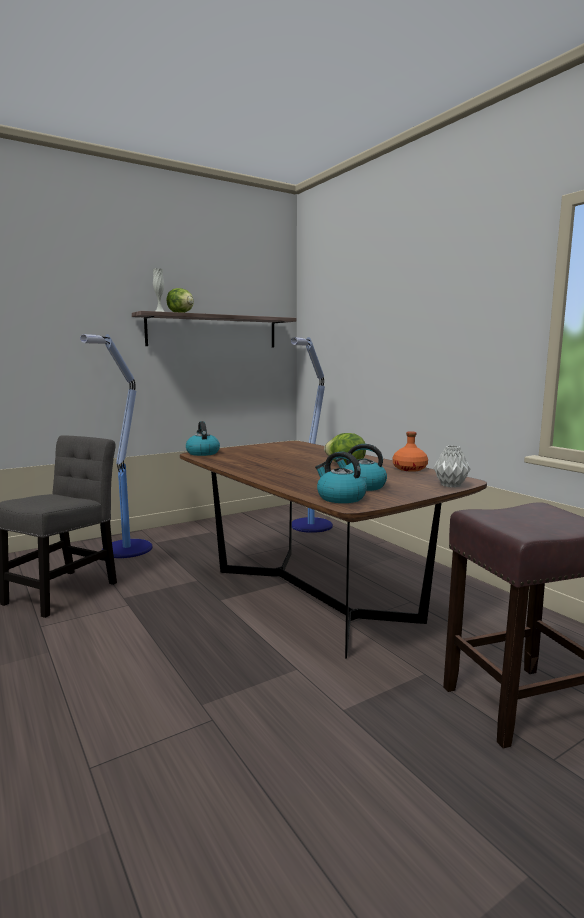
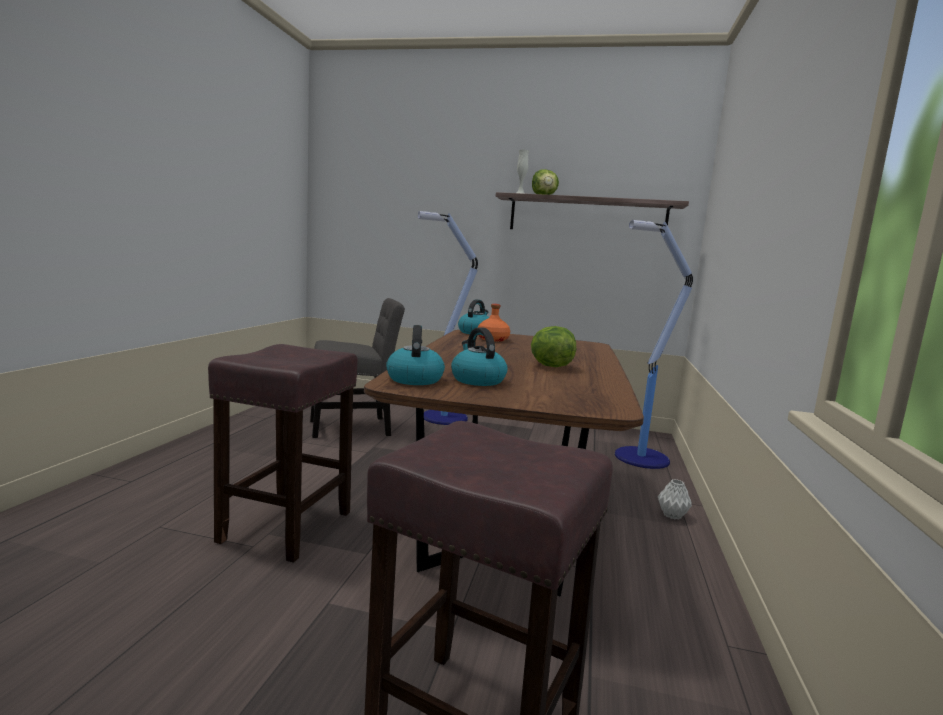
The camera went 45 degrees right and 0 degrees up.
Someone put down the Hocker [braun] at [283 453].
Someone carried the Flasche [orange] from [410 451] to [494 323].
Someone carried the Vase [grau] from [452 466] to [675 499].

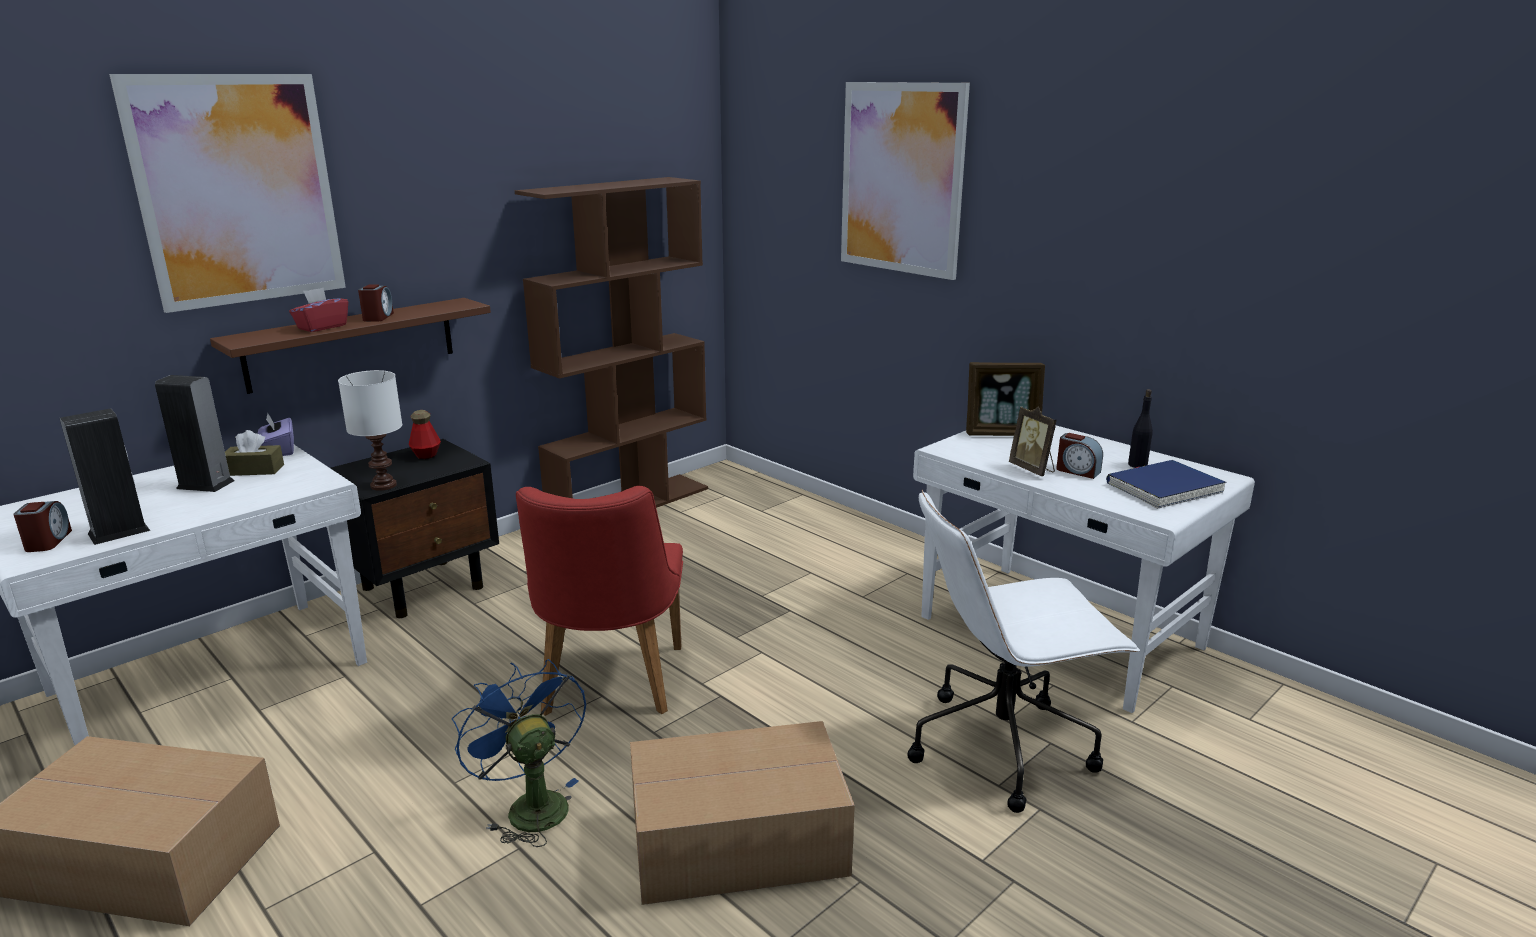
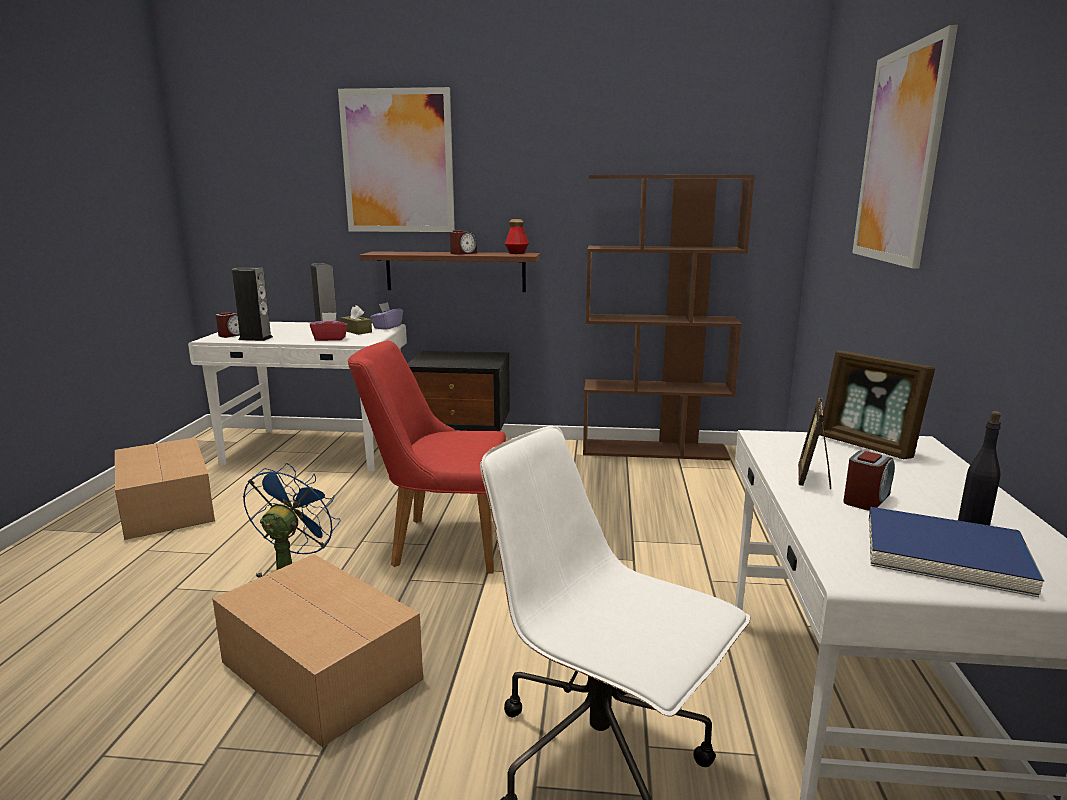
The camera went 50 degrees right and 5 degrees down.
Someone carried the Taschentuchbox [rot] from [318 310] to [329 327].
Someone rotated the Stuhl [rot] at [599 601] by 45 degrees clockwise.
Someone carried the Flasche from [425 434] to [517 236].
Someone rotated the Wecker at [1079 456] by 135 degrees counterclockwise.
Someone took away the Tischlampe [weiß] at [370 430].

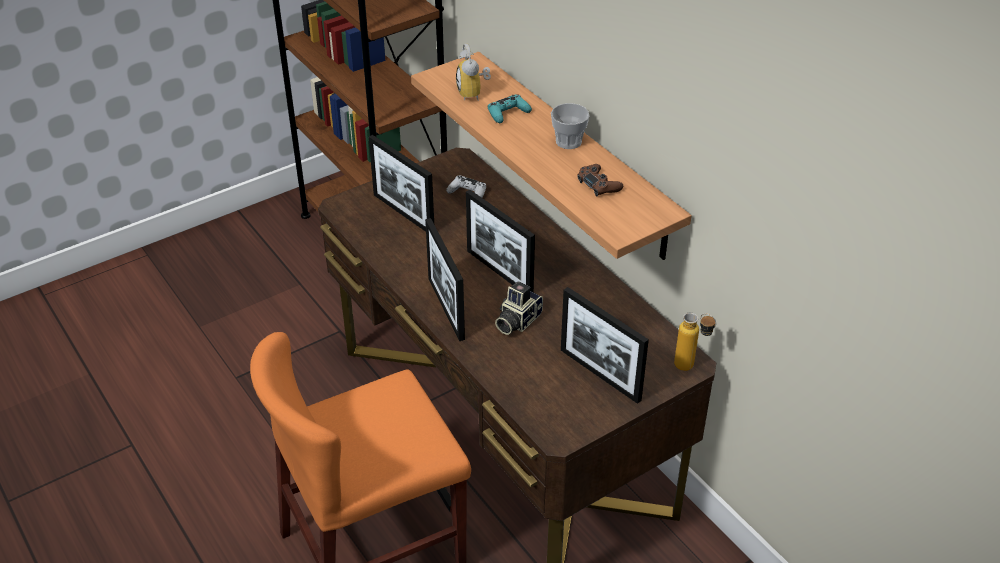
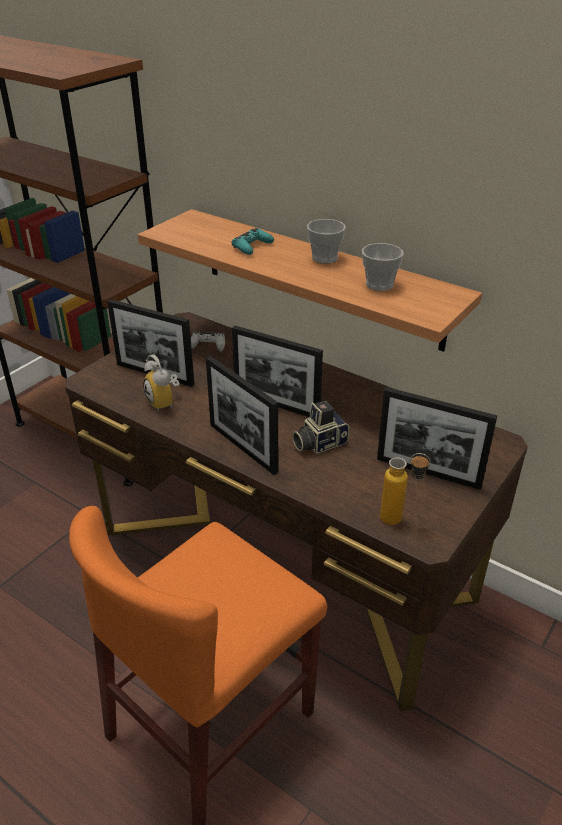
The camera went 20 degrees left and 5 degrees down.
Someone carried the Wecker from [473 71] to [161 383].
Someone rotated the Kamera at [519 308] by 45 degrees clockwise.
Someone swapped the Gamepad [braun] at [600 180] for the Tasse at [382 267].
Someone carried the Flasche from [695 342] to [405 489].

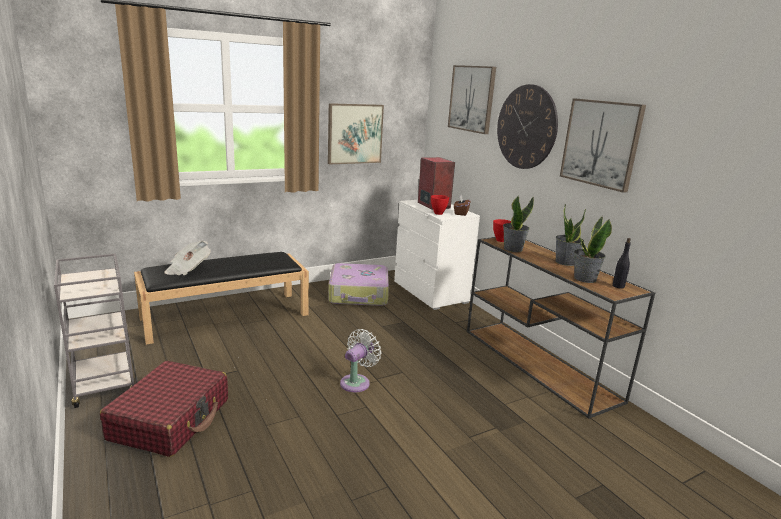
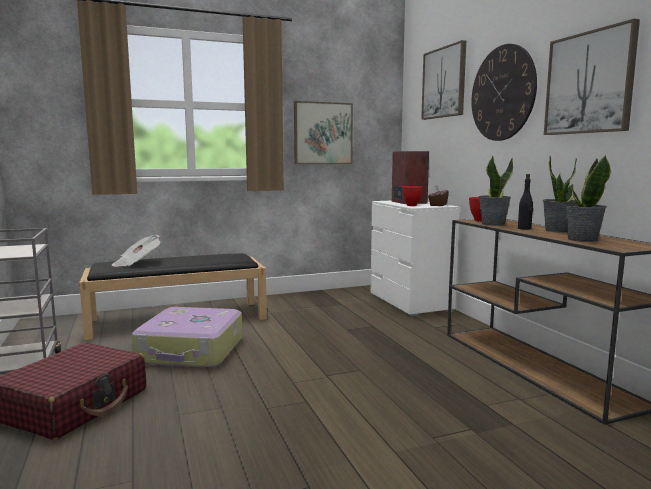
The camera went 10 degrees right and 10 degrees down.
Someone carried the Koffer from [358 284] to [187 337].
Someone carried the Flasche [schwarz] from [621 263] to [525 202].
Someone took away the Ventilator [weiß] at [360 360].

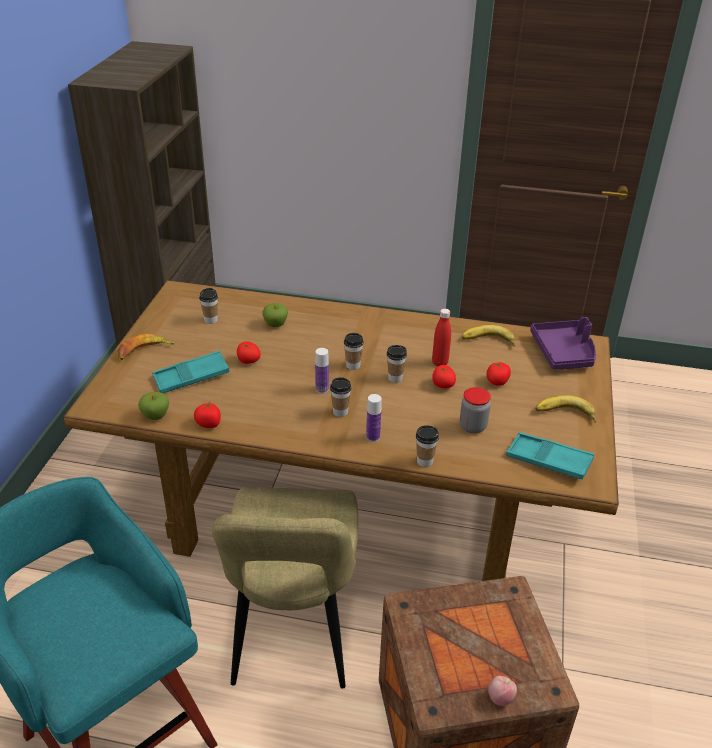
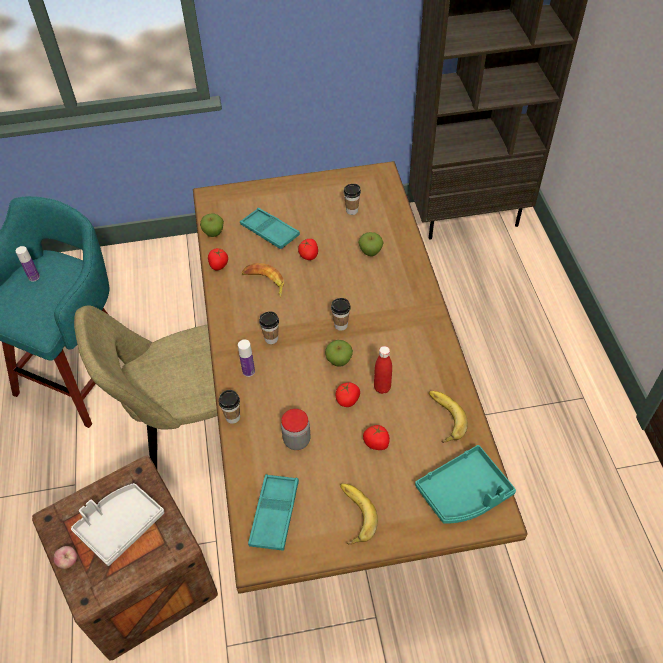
The camera went 70 degrees right and 15 degrees up.
Someone carried the Flasche from [322 370] to [28 264].
Someone put down the Tablett [grau] at [118 524].
Someone carried the Banane from [146 346] to [263 280].
Someone swapped the Tasse at [397 364] for the Apfel at [339 353].
Someone repainted the Tablett [lila] at [563 343], which became the Tablett [türkis] at [465 484].

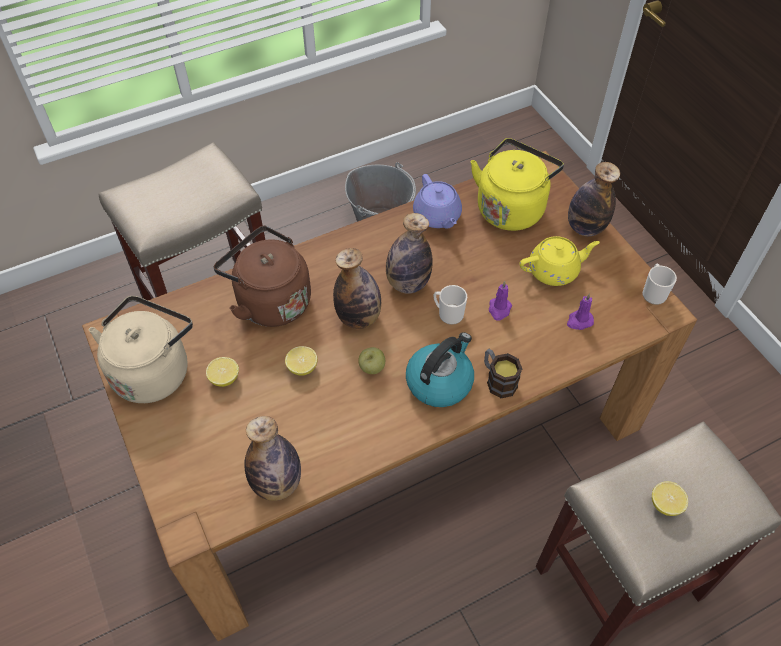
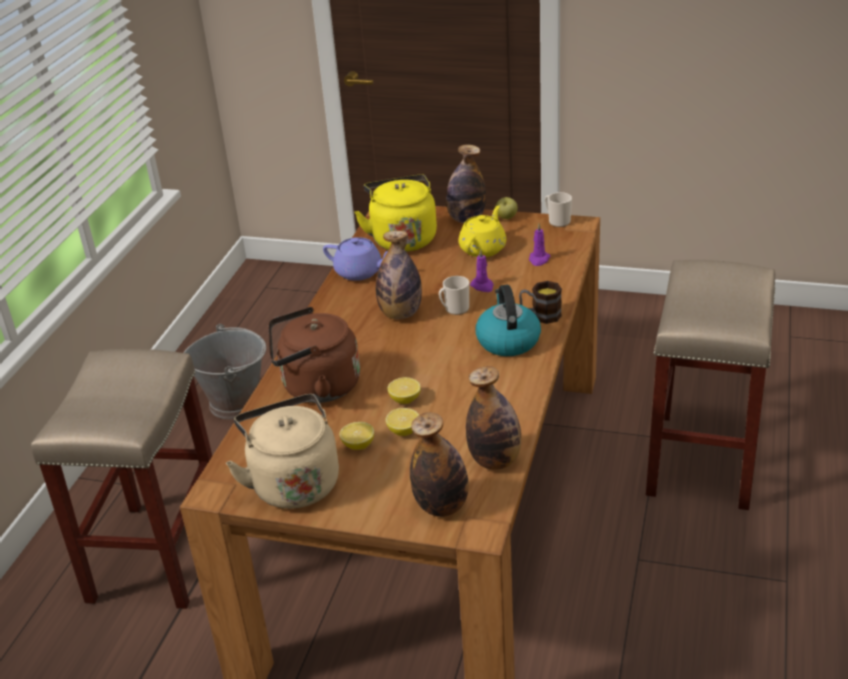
The camera went 45 degrees left and 20 degrees down.
Someone carried the Zitrone from [670 498] to [402 422].
Someone carried the Flasche from [357 288] to [439 464].
Someone carried the Apfel from [371 360] to [506 208].

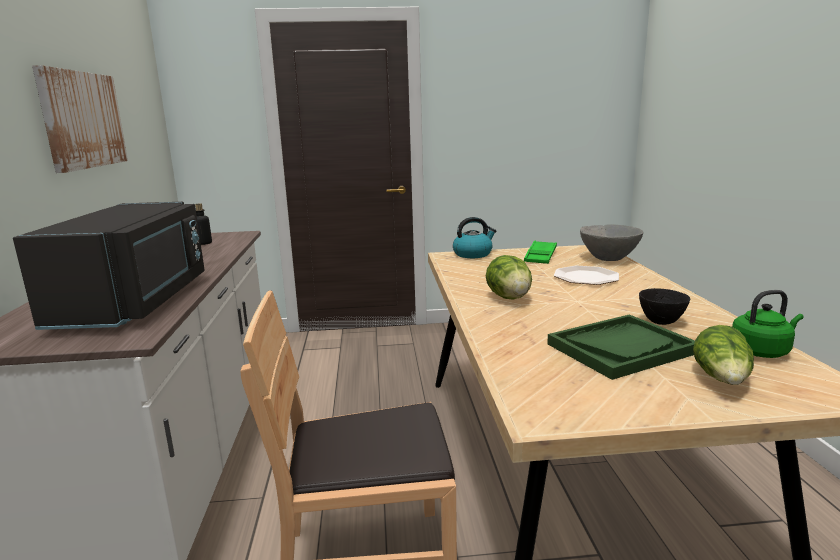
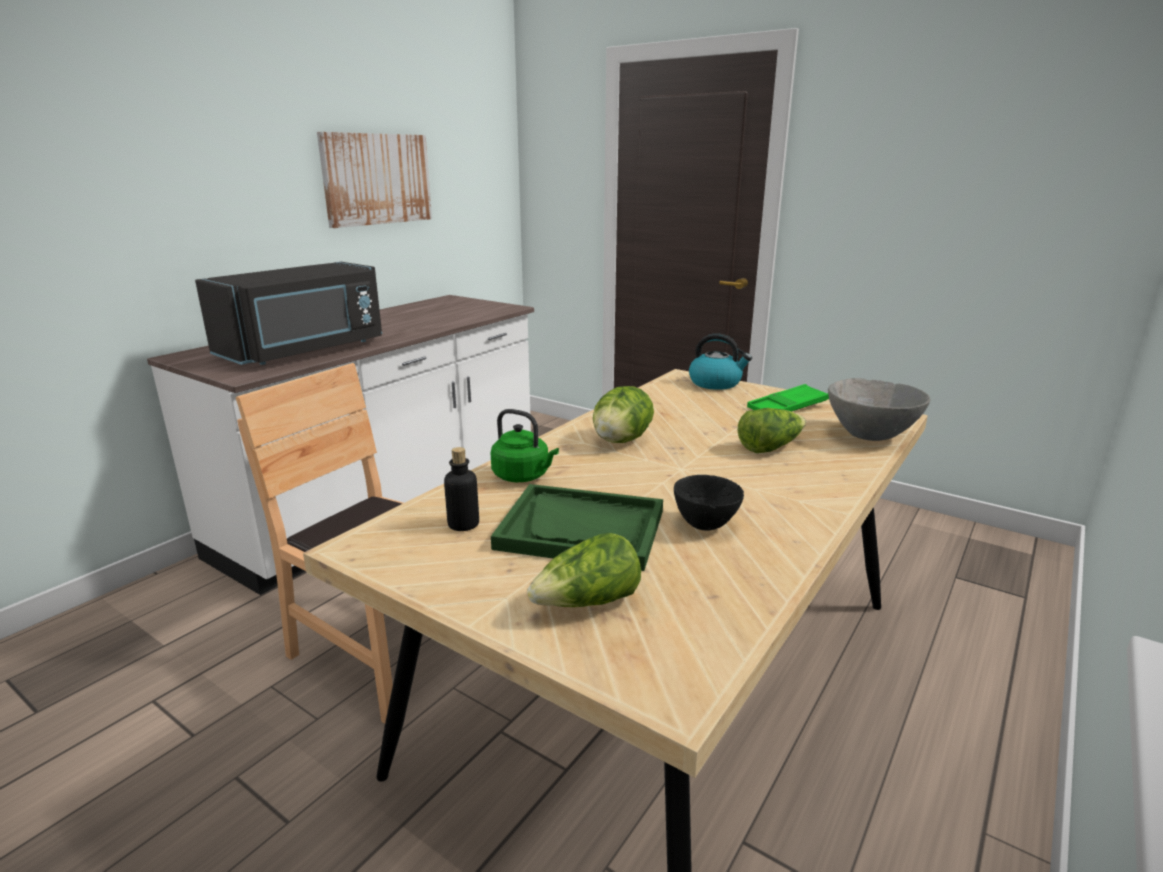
The camera went 40 degrees right and 5 degrees up.
Someone carried the Flasche from [203 224] to [461 489].
Someone carried the Wasserkessel [grün] from [768 324] to [525 445].
Someone swapped the Teller at [586 275] for the Salatkopf at [771 430].

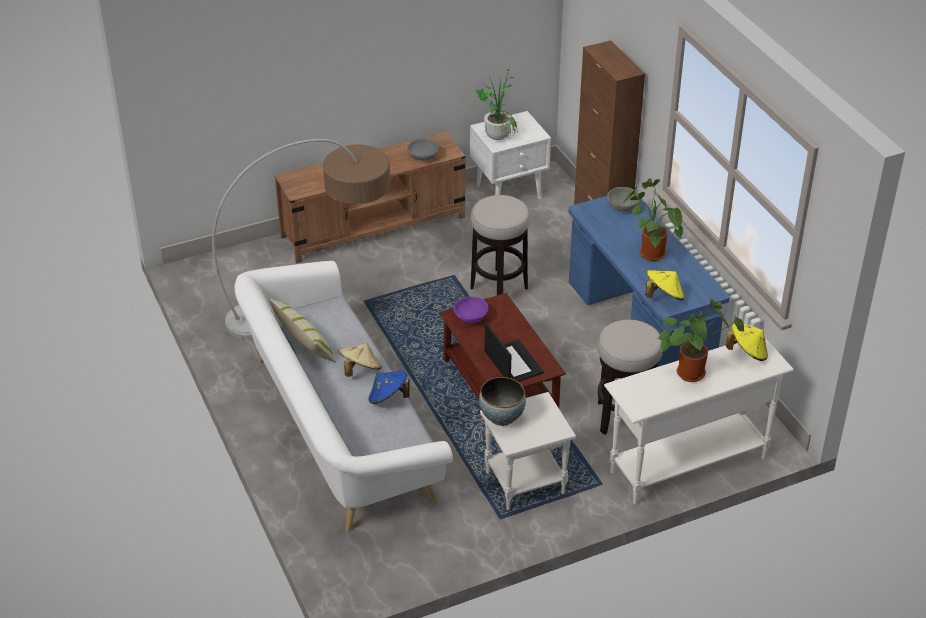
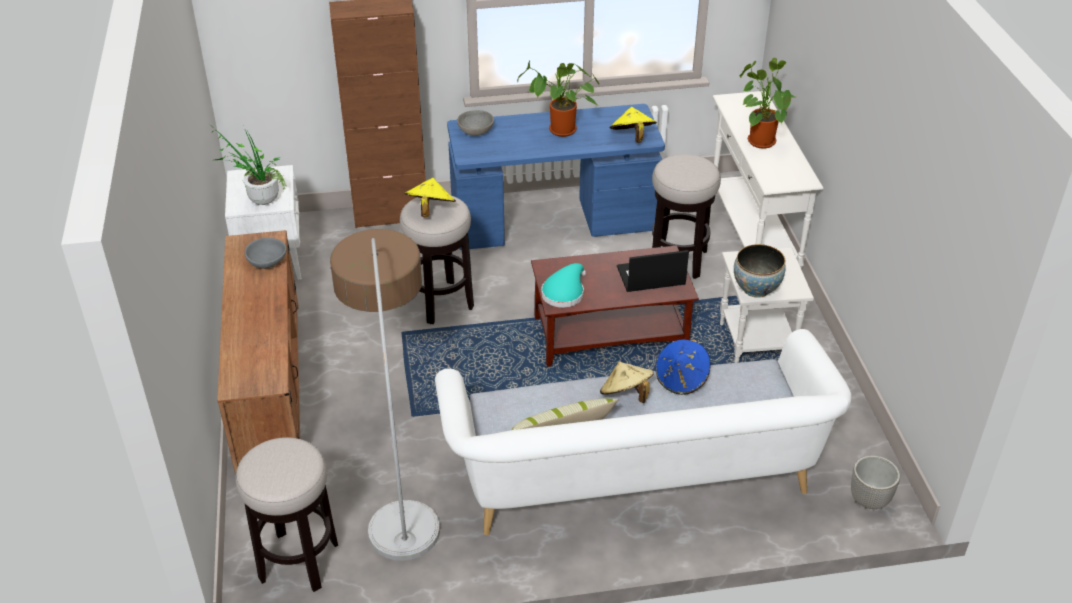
The camera went 75 degrees left and 0 degrees up.
Someone put down the Hocker at [287 514].
Someone carried the Hut [gelb] from [747 342] to [430 197].
Someone swapped the Schüssel [lila] at [471 309] for the Hut [türkis] at [563 285].
Someone put down the Pflanzkübel at [875 482].

